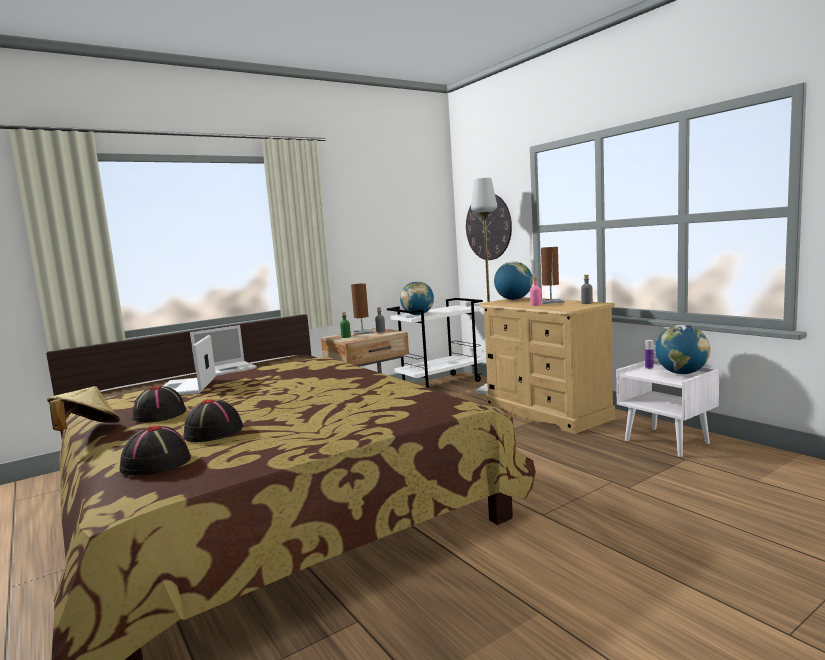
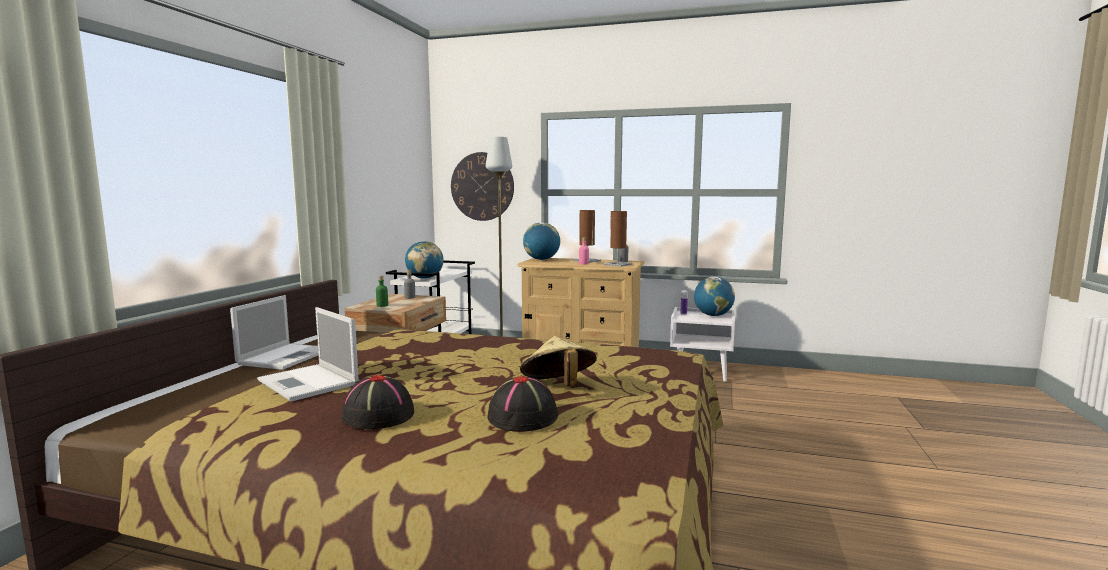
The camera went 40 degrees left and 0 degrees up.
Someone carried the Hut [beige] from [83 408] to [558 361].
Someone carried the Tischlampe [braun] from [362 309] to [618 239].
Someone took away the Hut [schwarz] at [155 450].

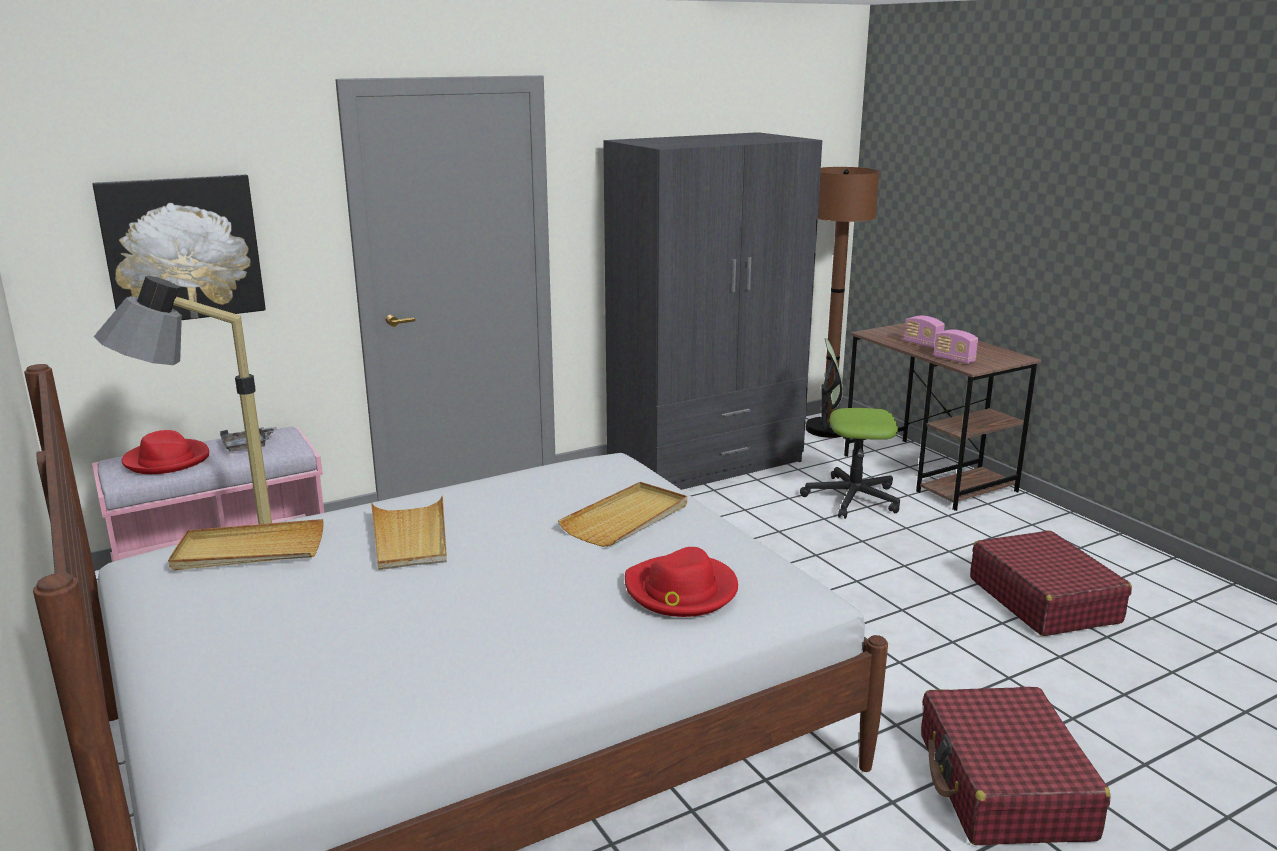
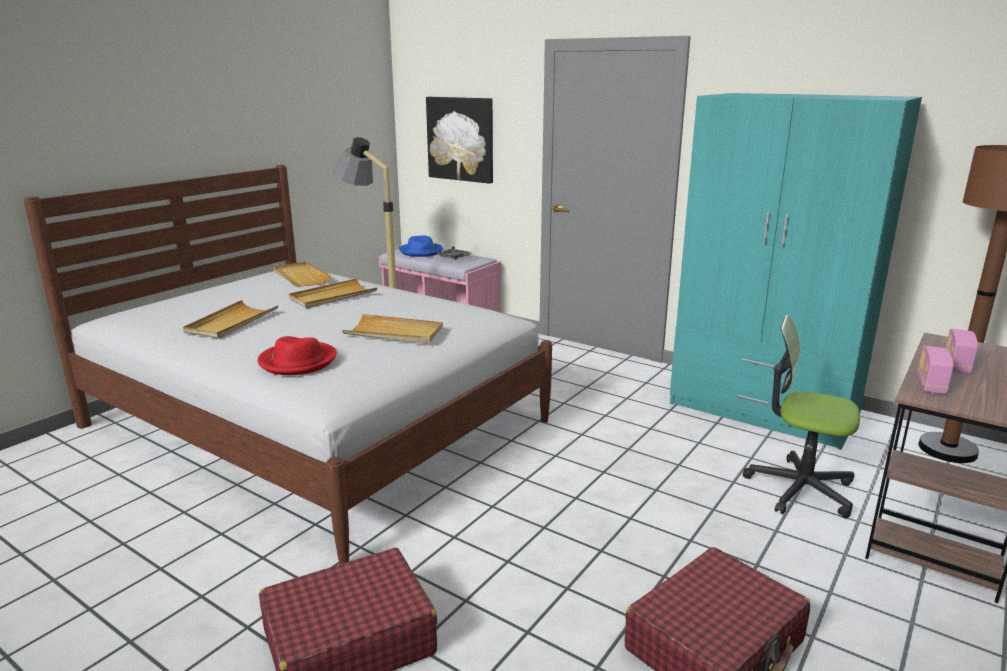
The camera went 65 degrees right and 0 degrees up.
Someone put down the Tablett [beige] at [231 319].
Someone repainted the Hut [rot] at [165 452], which became the Hut [blau] at [421 246].
Someone repainted the Kleiderschrank [grau] at [712 311], which became the Kleiderschrank [türkis] at [796 271].
Someone rotated the Bürostuhl at [850 428] by 45 degrees counterclockwise.

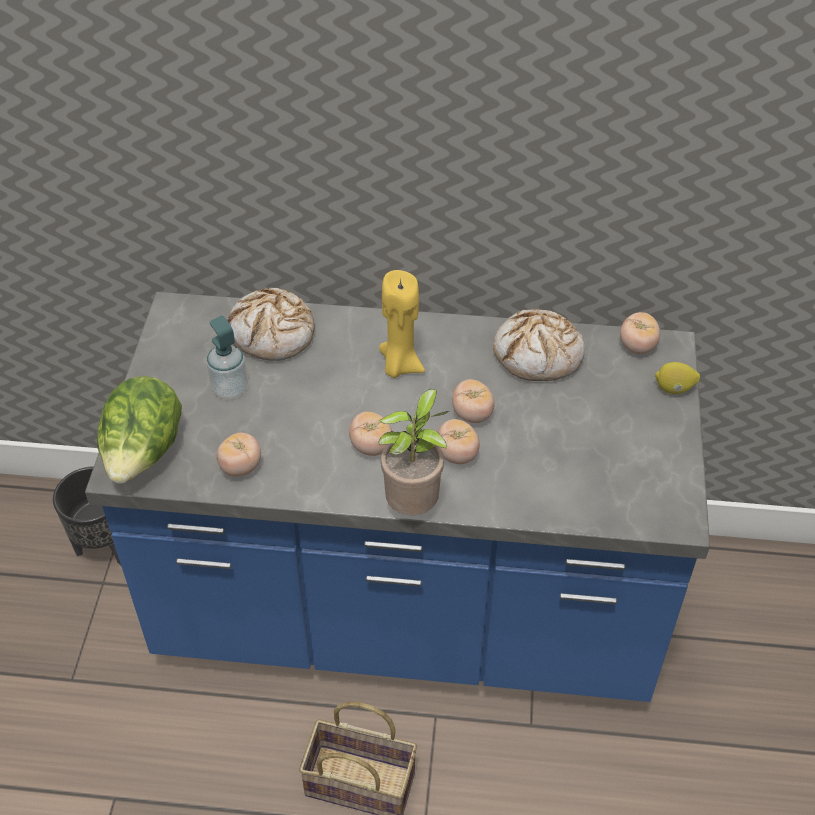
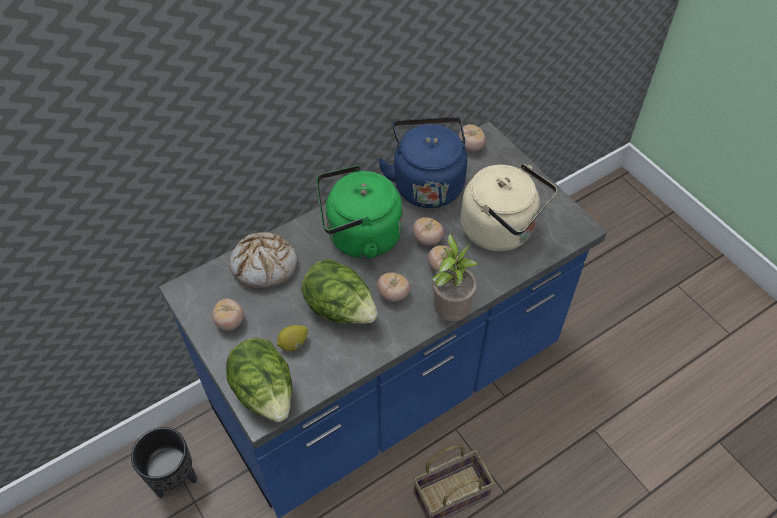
The camera went 40 degrees left and 5 degrees up.
Someone carried the Tomate from [239 454] to [228 315].
Someone carried the Zitrone from [677 378] to [292 338].
Someone put down the Salatkopf at [340 291].
Someone swapped the Kerze [gelb] at [402 324] for the Wasserkessel [grün] at [360 212].
Someone swapped the Brot at [539 345] for the Wasserkessel [blau] at [422 162].
Someone put down the Wasserkessel [beige] at [509 208].
Someone took away the Seifenspender at [227 357].

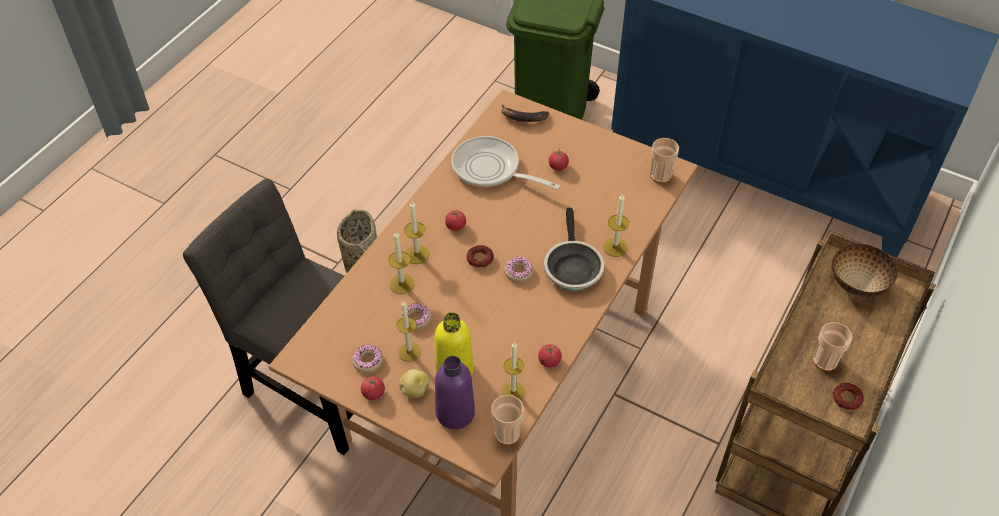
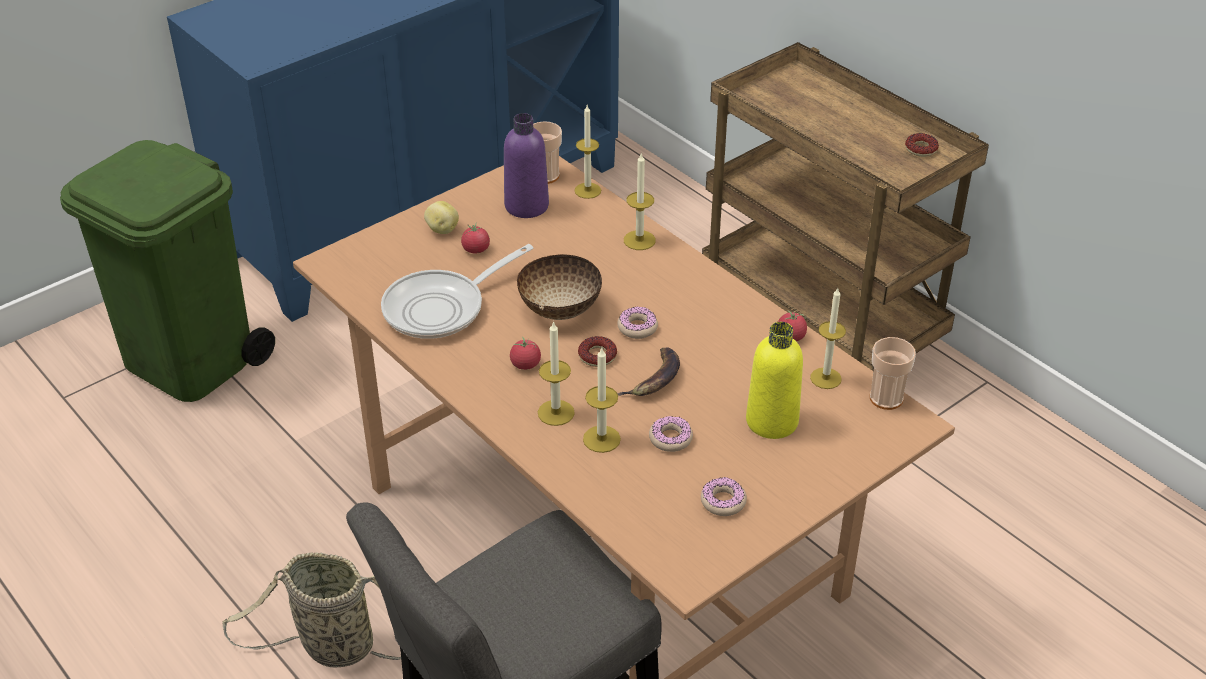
The camera went 70 degrees left and 10 degrees down.
Someone carried the Kartoffel from [414 383] to [441 217].
Someone carried the Flasche [lila] from [455 392] to [526 165].
Someone carried the Schüssel from [865 270] to [559 287].
Someone carried the Kerze from [408 331] to [588 152].
Someone carried the Banane from [525 113] to [648 371].
Someone took away the Tomate at [373 387].
Someone took away the Pfanne at [574 249].
Someone took away the Tasse at [832 346].

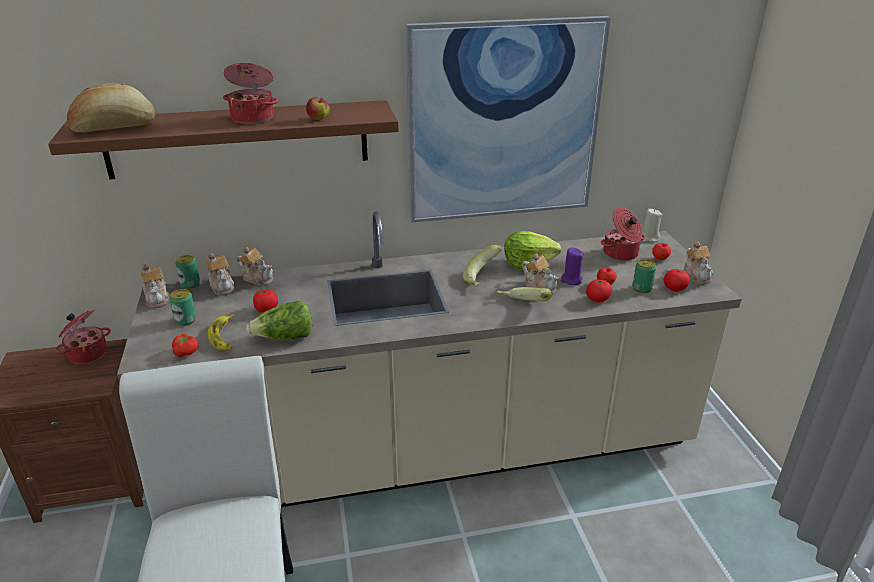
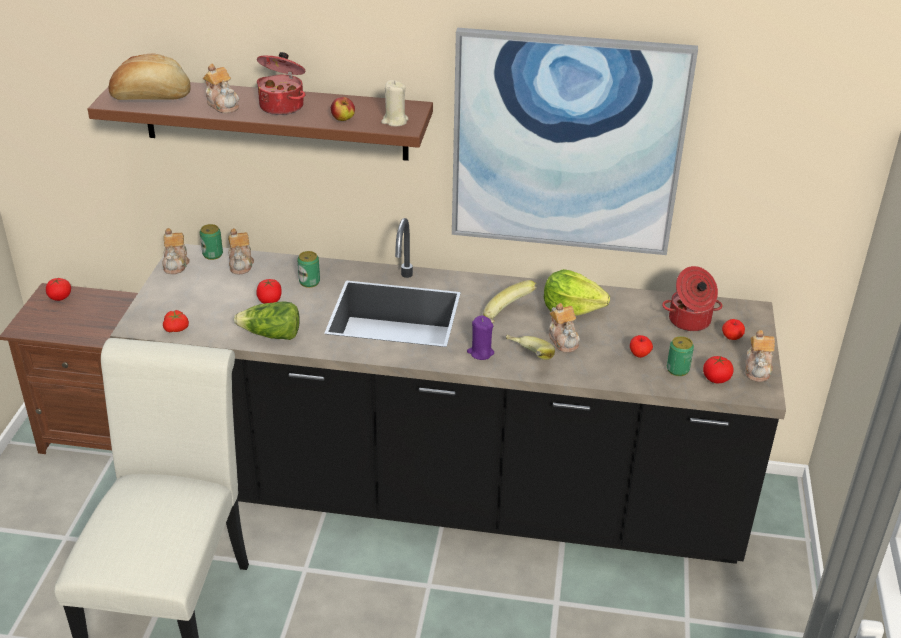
The camera went 20 degrees right and 5 degrees up.
Someone carried the Tomate from [599 291] to [58 289].
Someone repainted the Küchenzeile [beige] at [429 359], which became the Küchenzeile [schwarz] at [448 391].
Someone carried the Teekanne from [255 266] to [221 89].
Someone carried the Dose from [182 307] to [308 269].
Someone carried the Kerze [beige] from [651 225] to [394 103].
Someone carried the Kerze [lila] from [572 266] to [480 337].
Someone took away the Kochtopf at [83 336].
Someone took away the Banane at [221 333].

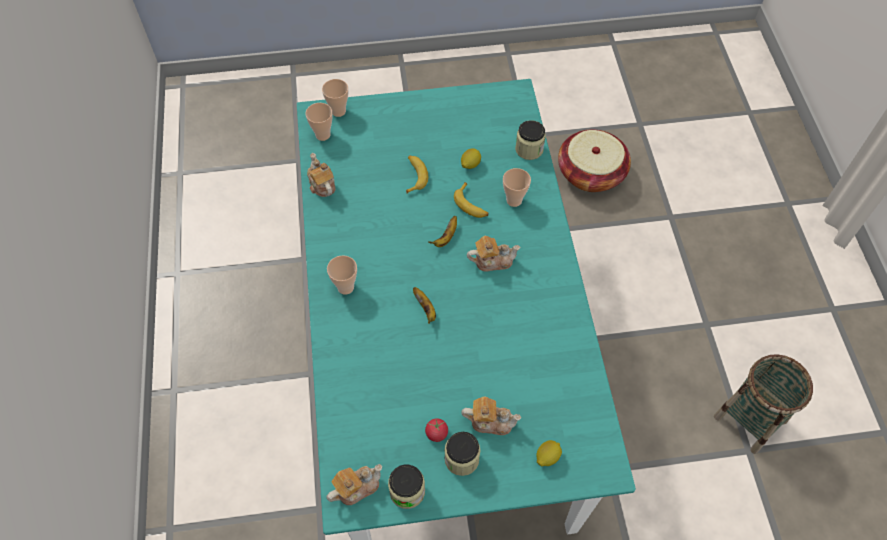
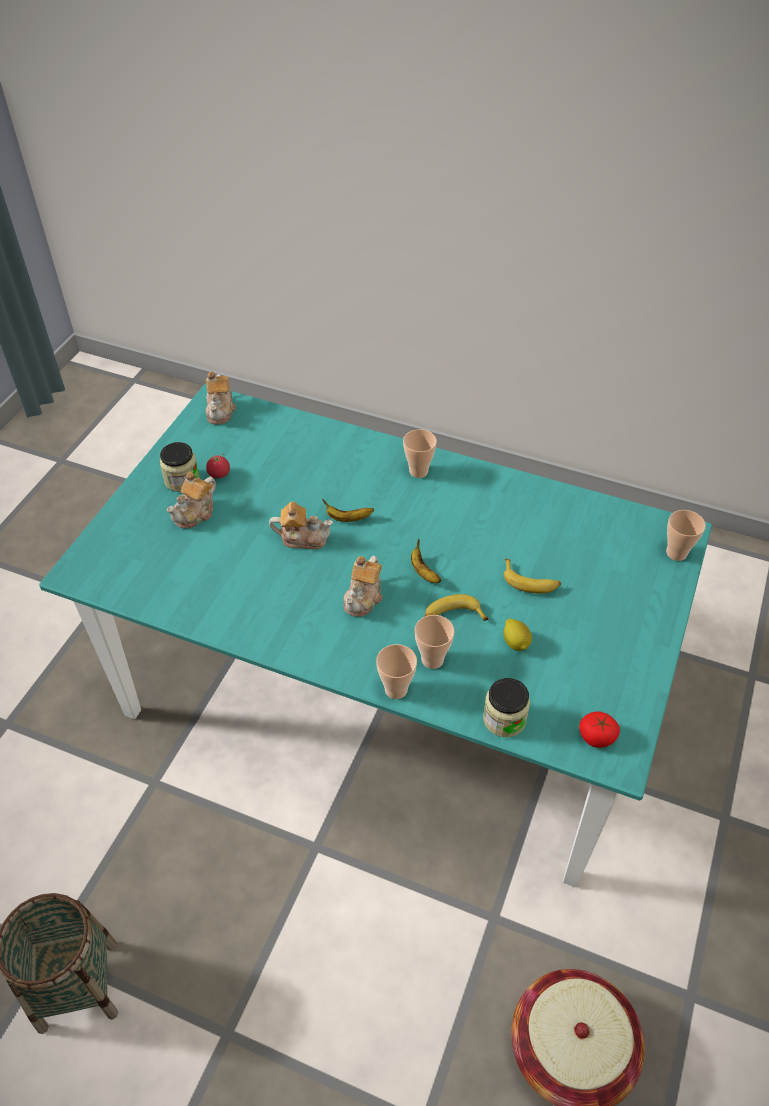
The camera went 120 degrees right and 10 degrees down.
Someone carried the Teekanne from [321 175] to [301 525].
Someone carried the Tasse from [319 122] to [396 671].
Someone put down the Tomate at [599 729].
Someone took away the Vorratsglas at [406 486].
Someone took away the Zitrone at [549 453].

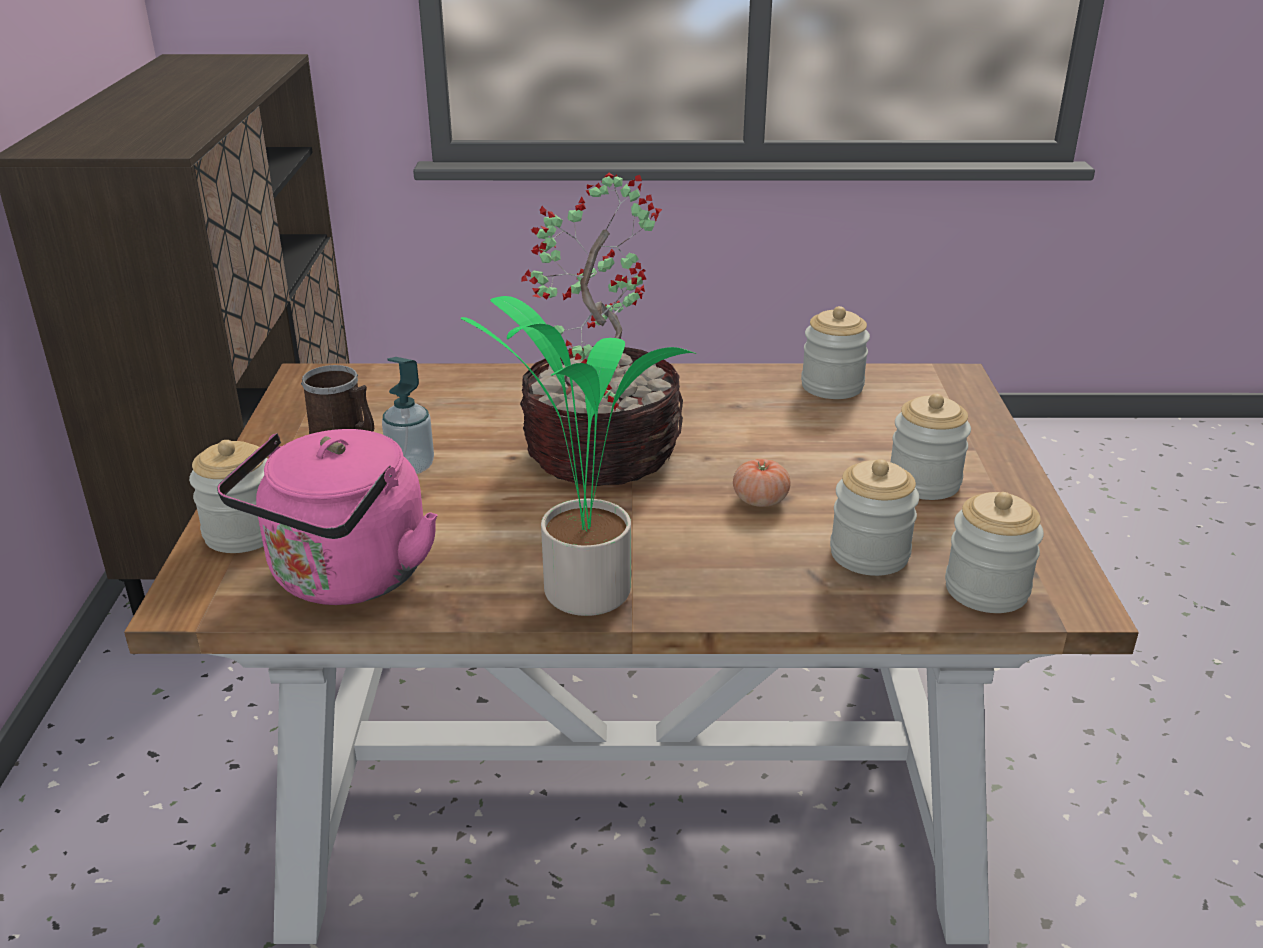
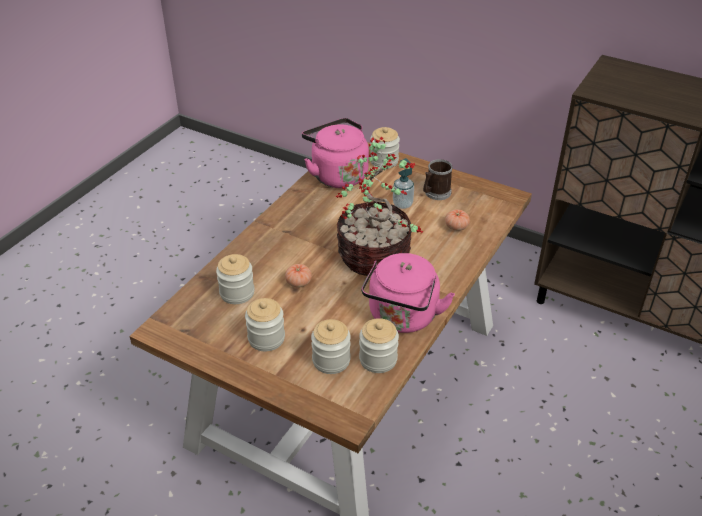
The camera went 120 degrees right and 10 degrees up.
Someone carried the Vorratsglas from [994 552] to [331 346].
Someone put down the Wasserkessel [rosa] at [408 293].
Someone put down the Tomate at [457 220].
Someone took away the Topfpflanze at [578 456].

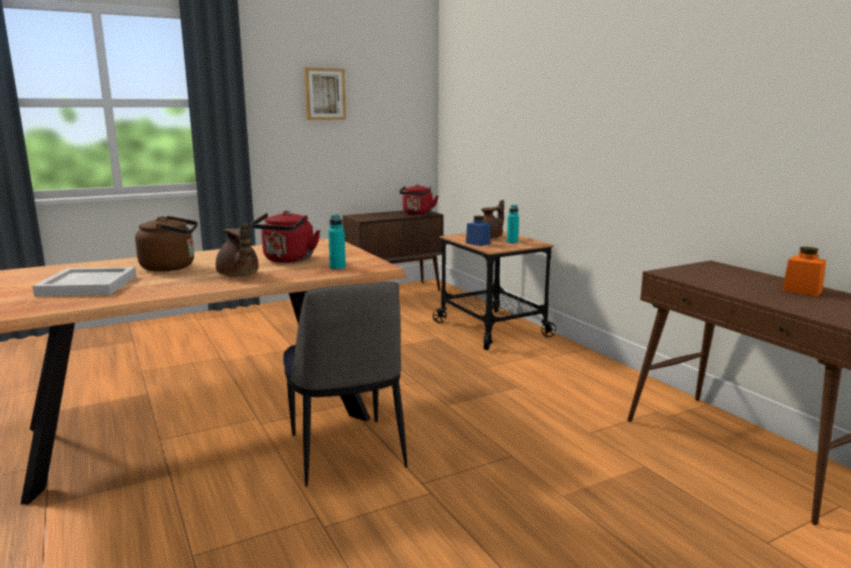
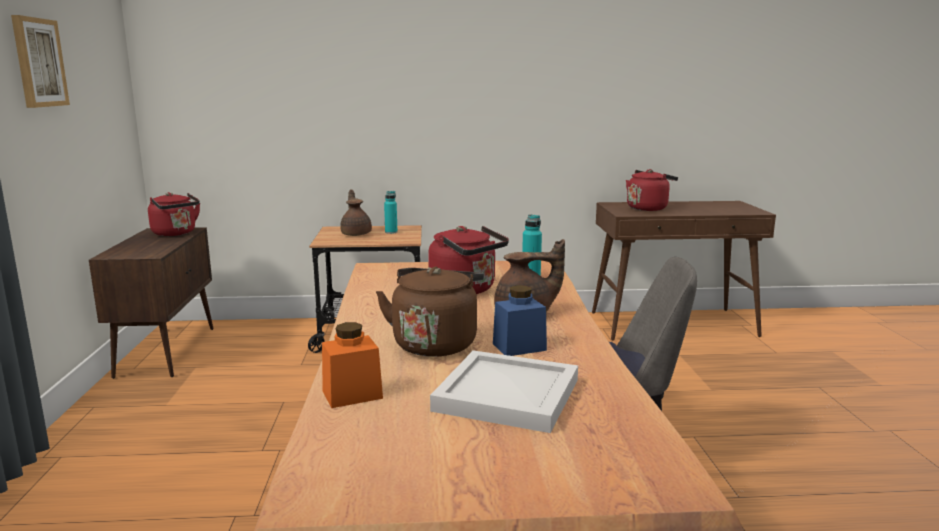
The camera went 65 degrees left and 0 degrees up.
Someone carried the Vorratsglas [orange] from [804 271] to [352 365].
Someone carried the Vorratsglas [blau] from [478 231] to [520 320].
Someone put down the Wasserkessel [rot] at [652 190].

